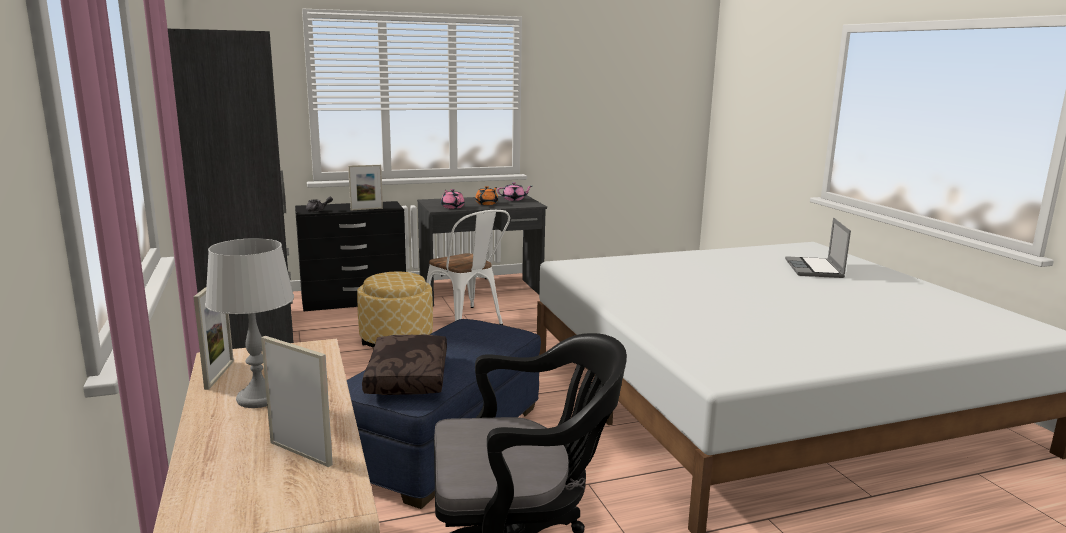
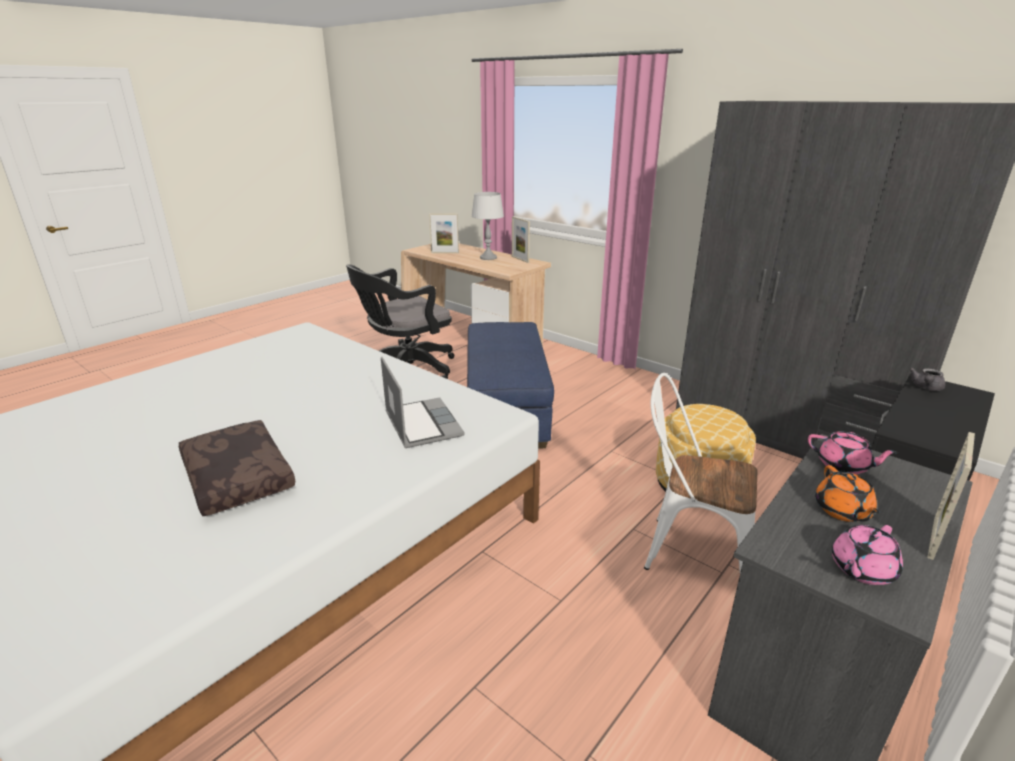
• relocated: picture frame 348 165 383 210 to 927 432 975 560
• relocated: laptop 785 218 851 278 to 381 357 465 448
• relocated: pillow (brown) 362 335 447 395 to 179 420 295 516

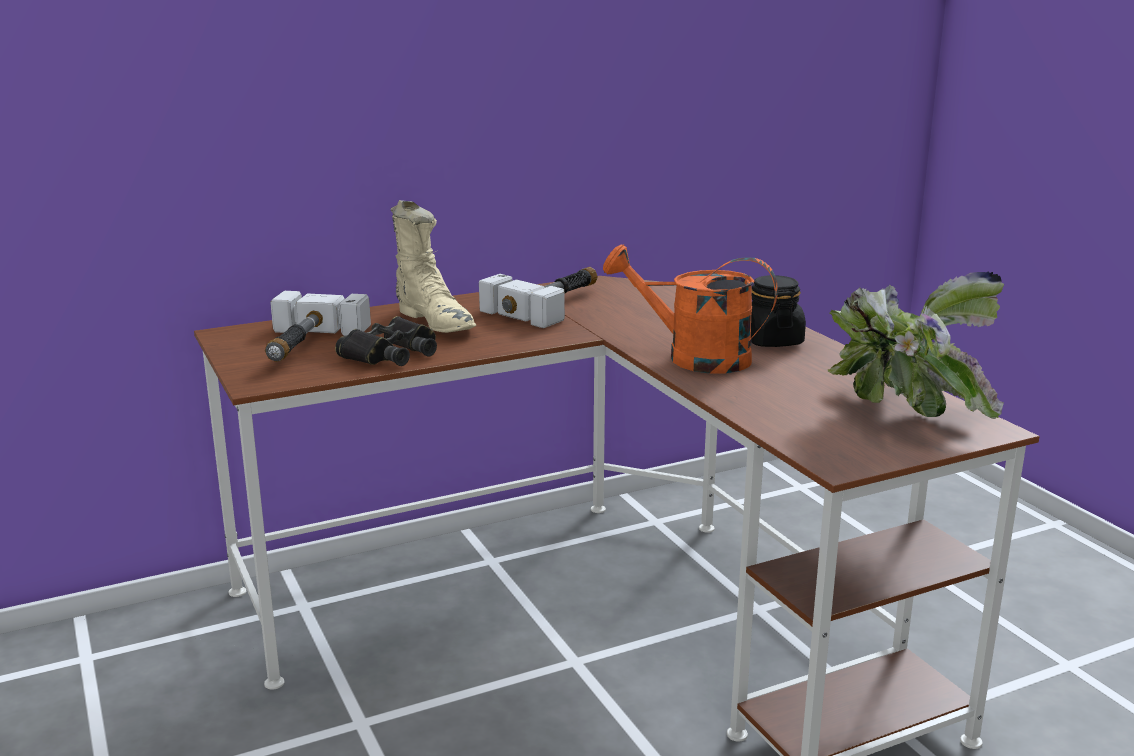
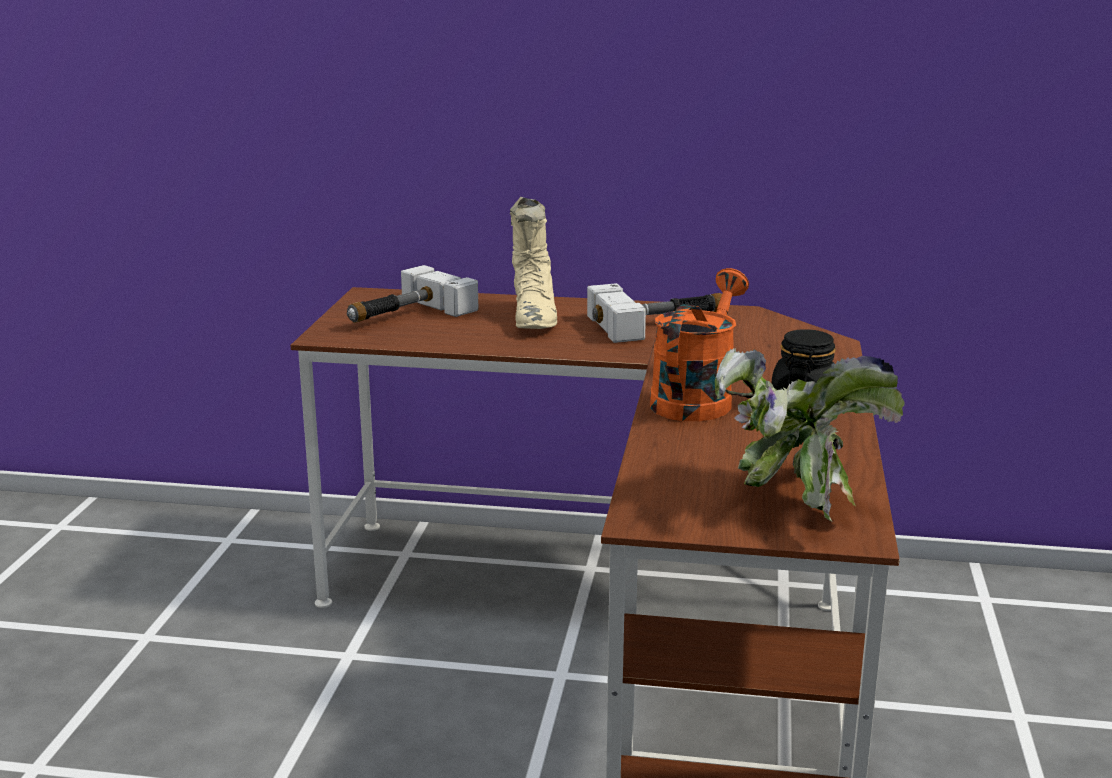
• spun: watering can (orange) 603 244 778 373 = 650 268 749 421 60 degrees clockwise
• missing: binoculars (black) 335 316 437 366

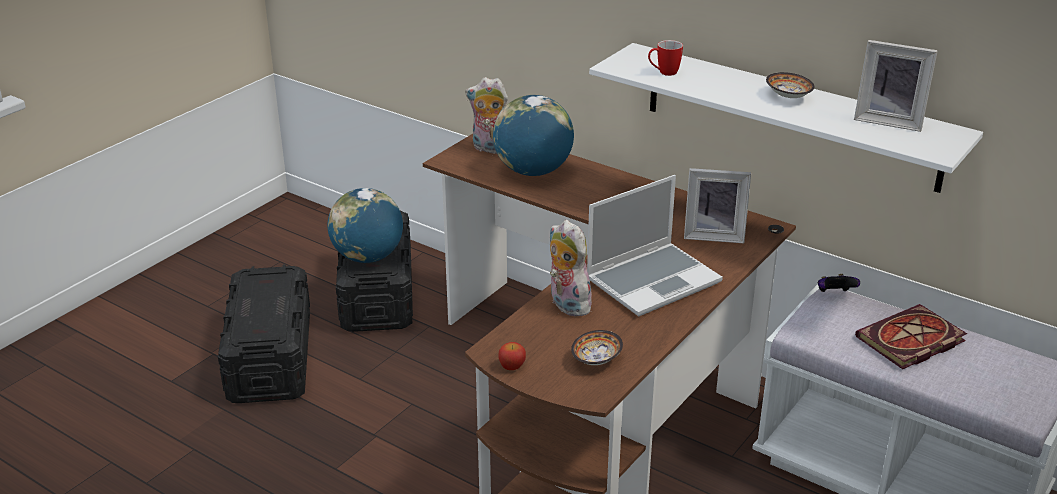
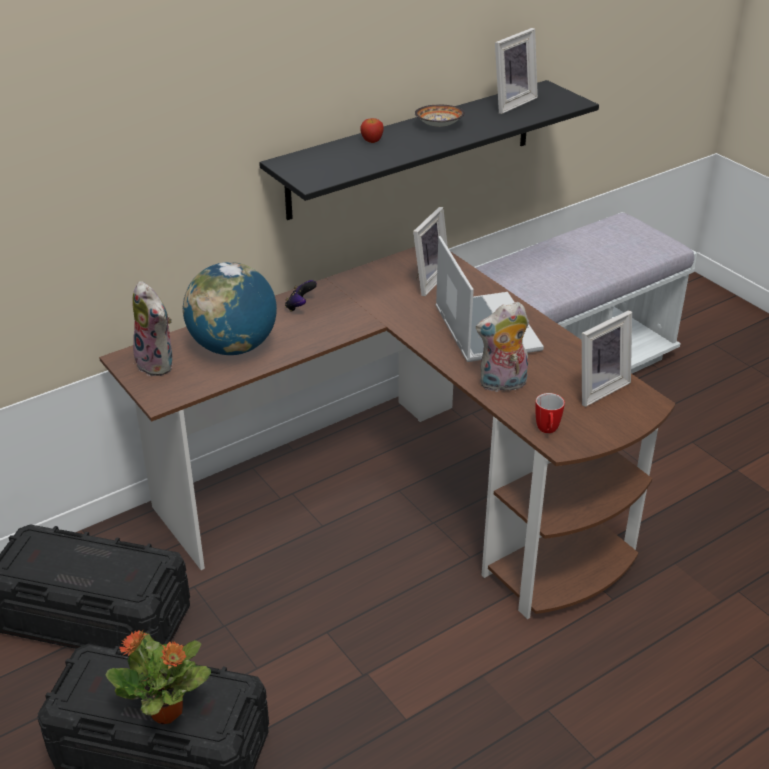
• relocated: mug 648 40 683 76 to 535 393 565 433
• colour: shelf (white) 589 43 983 193 to shelf (black) 259 80 599 220
• spun: plush toy 465 77 508 154 = 132 281 173 376 75 degrees counterclockwise
• missing: globe 328 188 403 263
• relocated: game controller 818 274 860 292 to 285 280 317 312
• missing: book 855 304 967 369
• exchanged: bowl 571 330 623 365 to picture frame 582 310 632 407
• relocated: apple 499 342 526 370 to 360 118 384 143
• appeared: potted plant 106 629 211 724

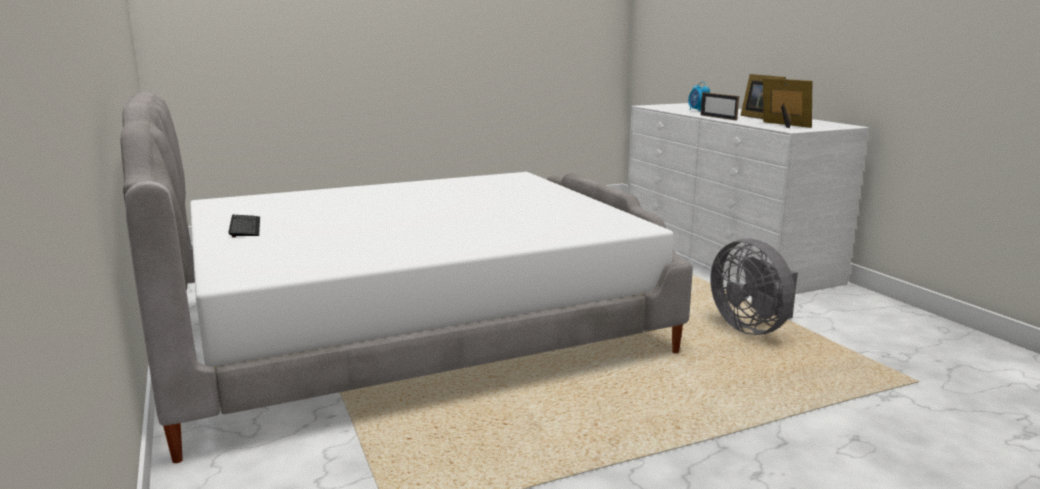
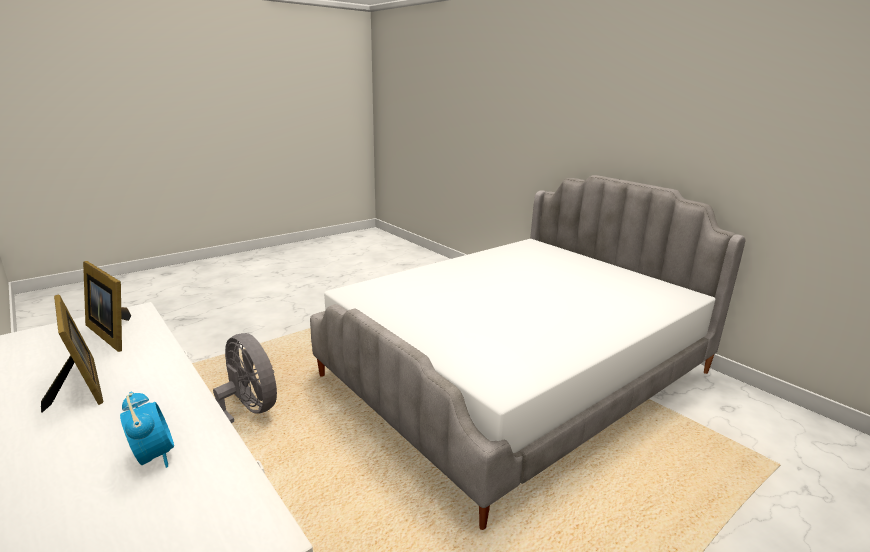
• missing: picture frame 701 92 739 120
• missing: keyboard 228 215 260 237

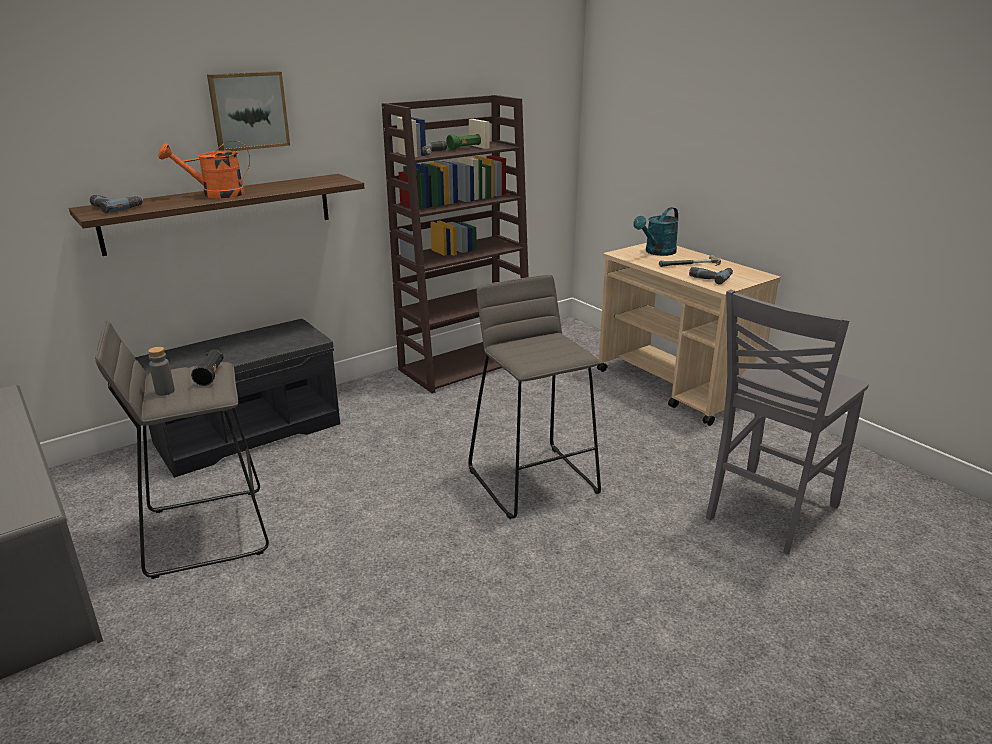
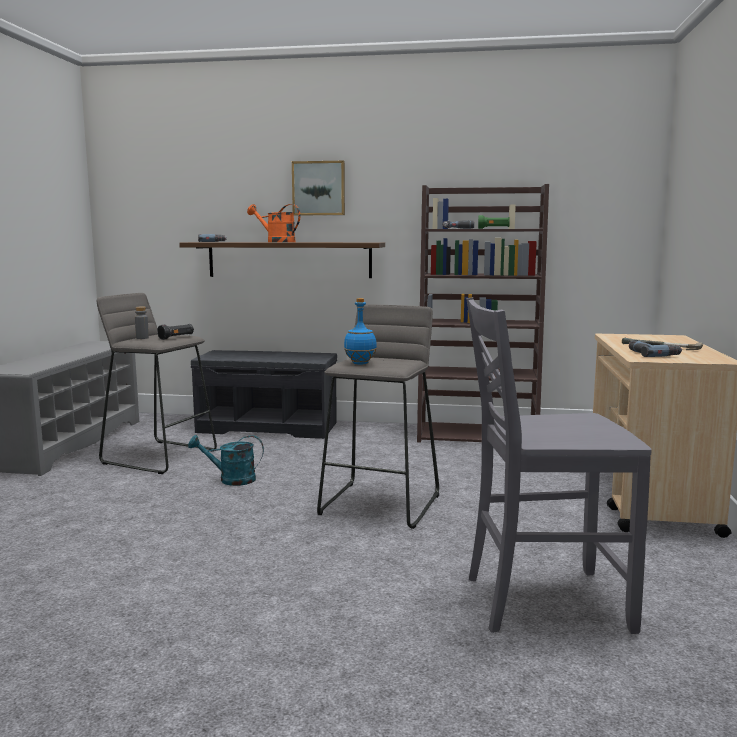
• relocated: watering can (turquoise) 633 207 679 256 to 188 435 264 486
• appeared: bottle (blue) 344 298 377 365

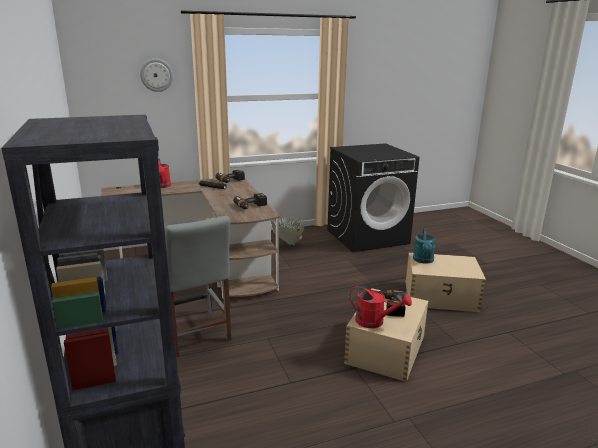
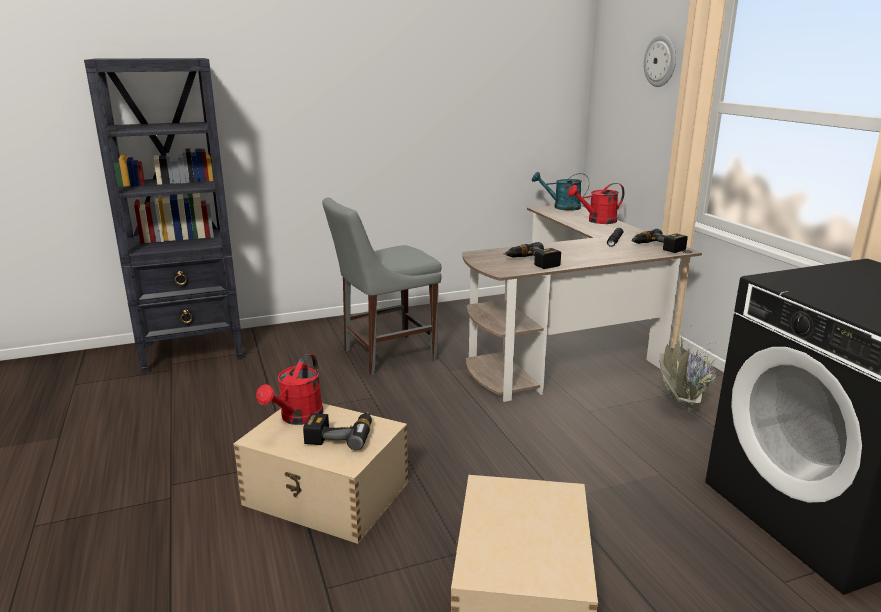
• relocated: watering can (turquoise) 413 228 436 264 to 532 172 589 211

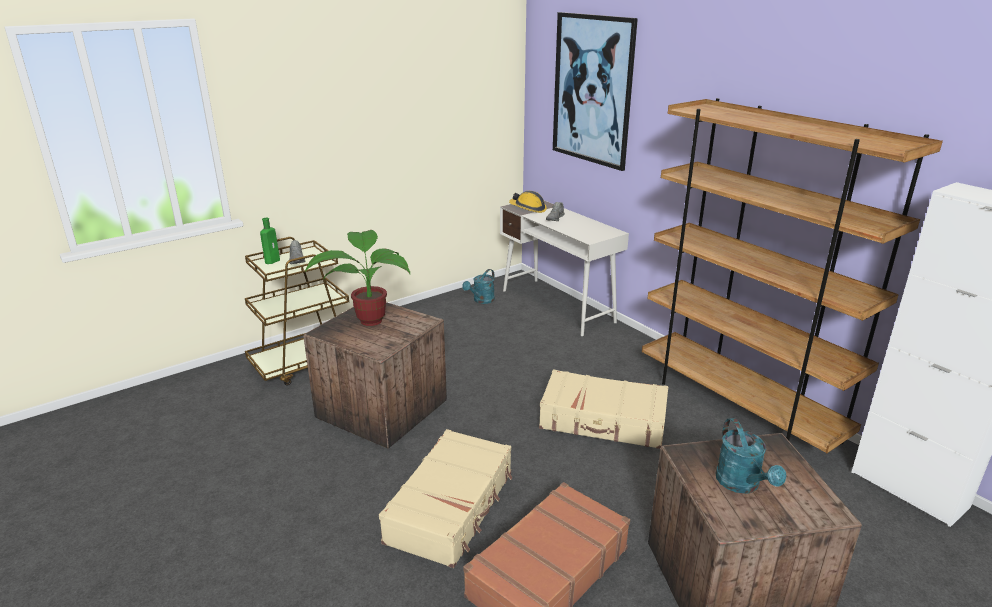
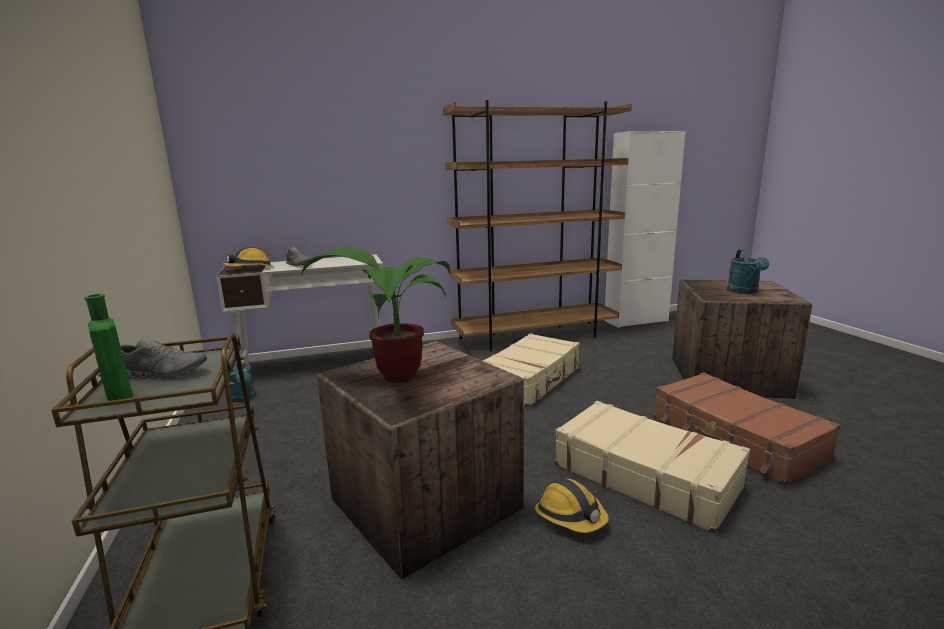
• missing: picture 553 12 638 171
• spun: watering can (turquoise) 715 418 786 494 = 727 250 769 294 90 degrees clockwise
• appeared: hard hat 535 478 609 533

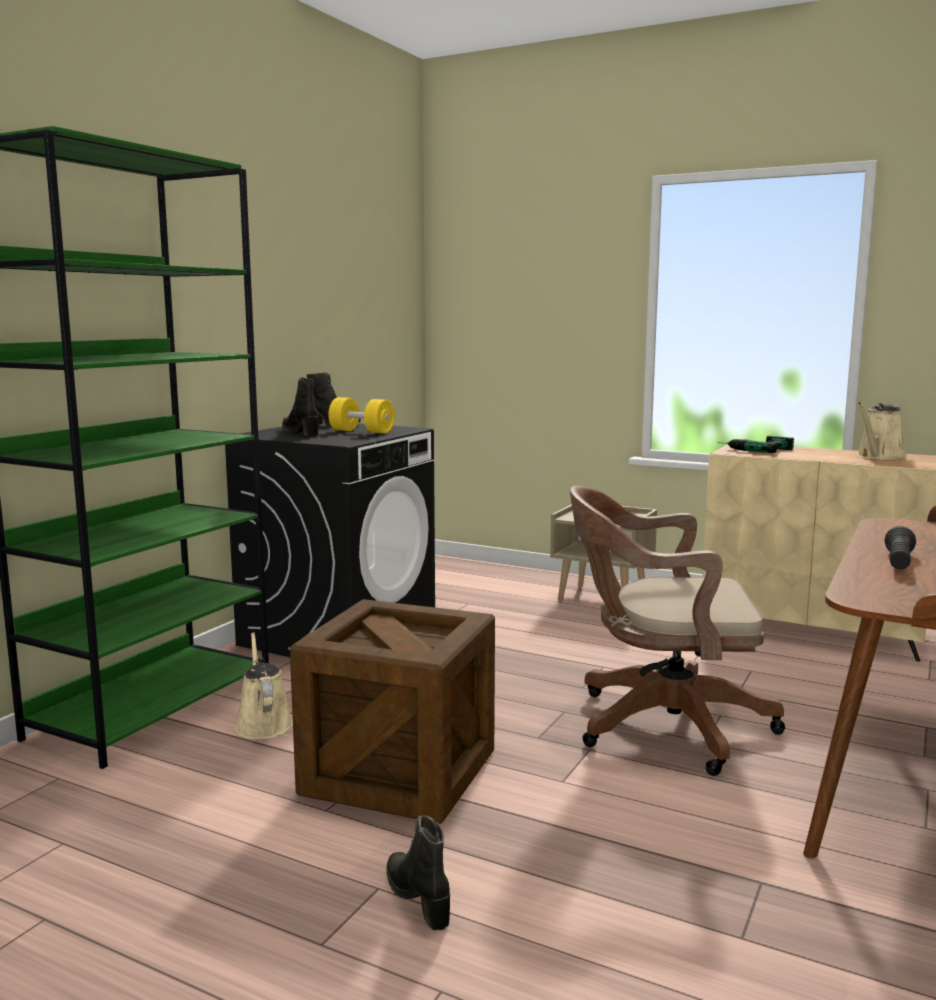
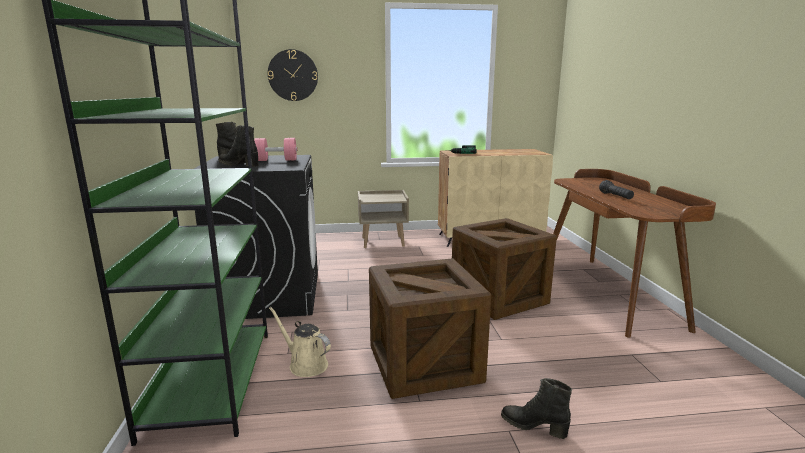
• colour: dumbbell (yellow) 328 397 395 434 to dumbbell (pink) 254 138 297 161
• missing: watering can (beige) 857 402 907 460
• exchanged: office chair (brown) 569 486 785 776 to crate 452 218 557 320
• appeared: wall clock 268 49 318 101

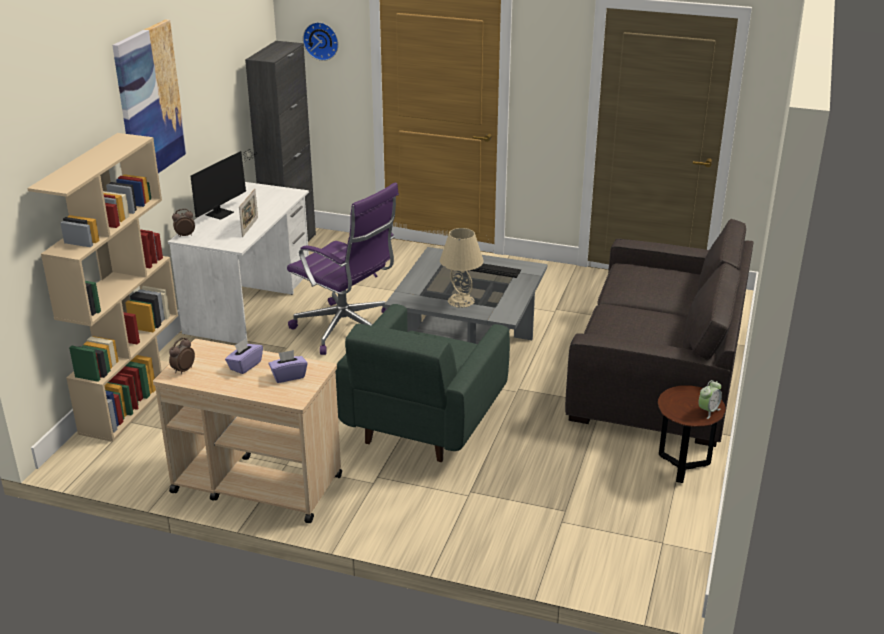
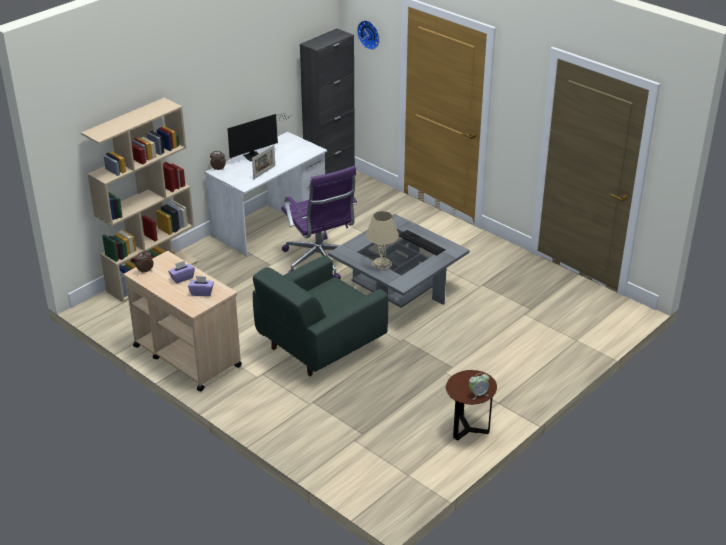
• missing: picture 112 19 187 173
• missing: sofa (grey) 565 219 754 447

